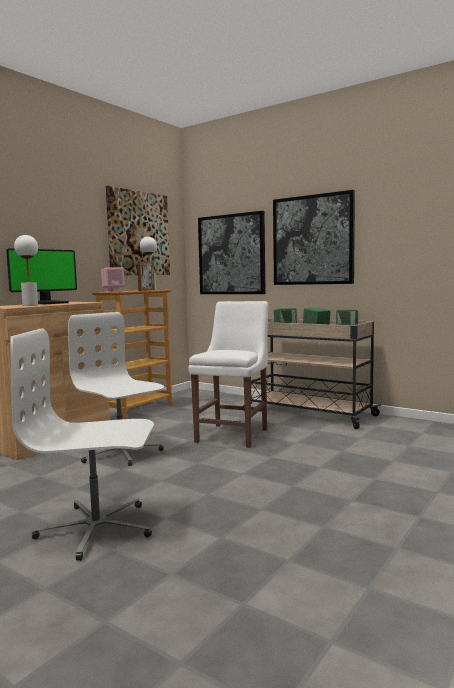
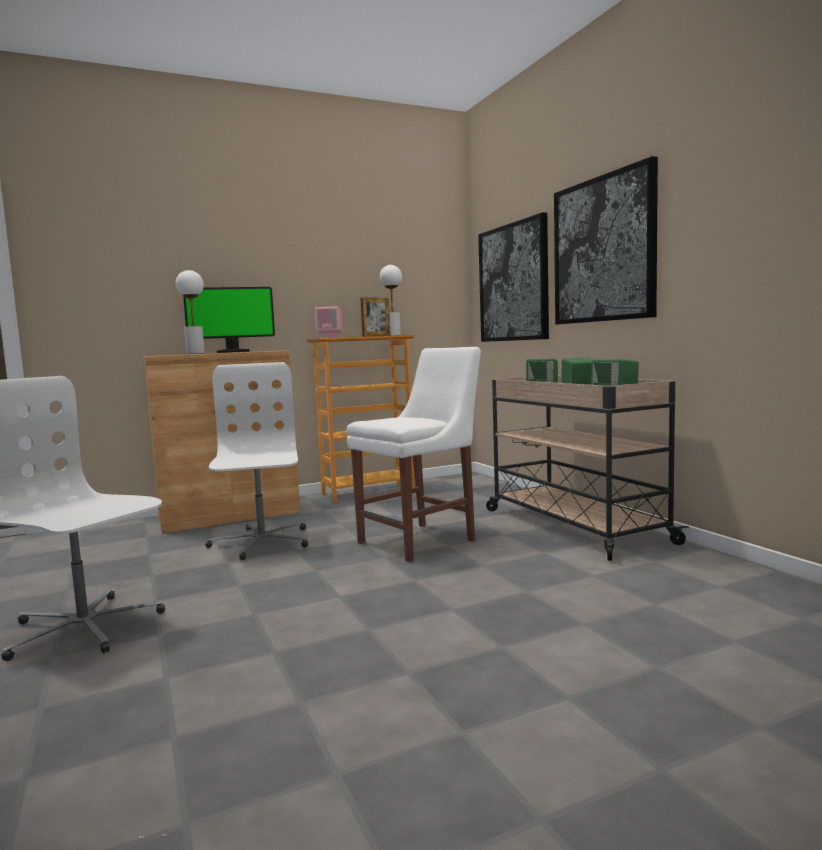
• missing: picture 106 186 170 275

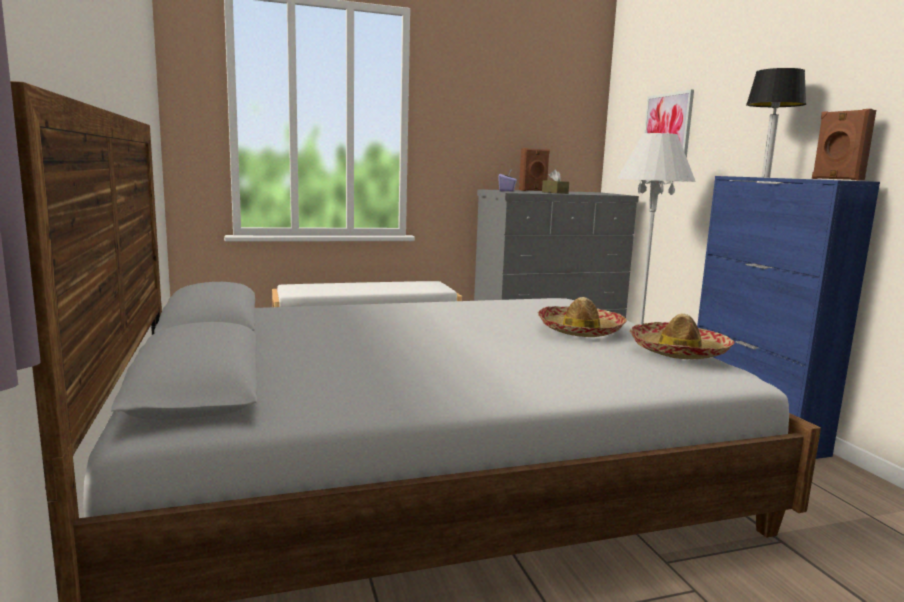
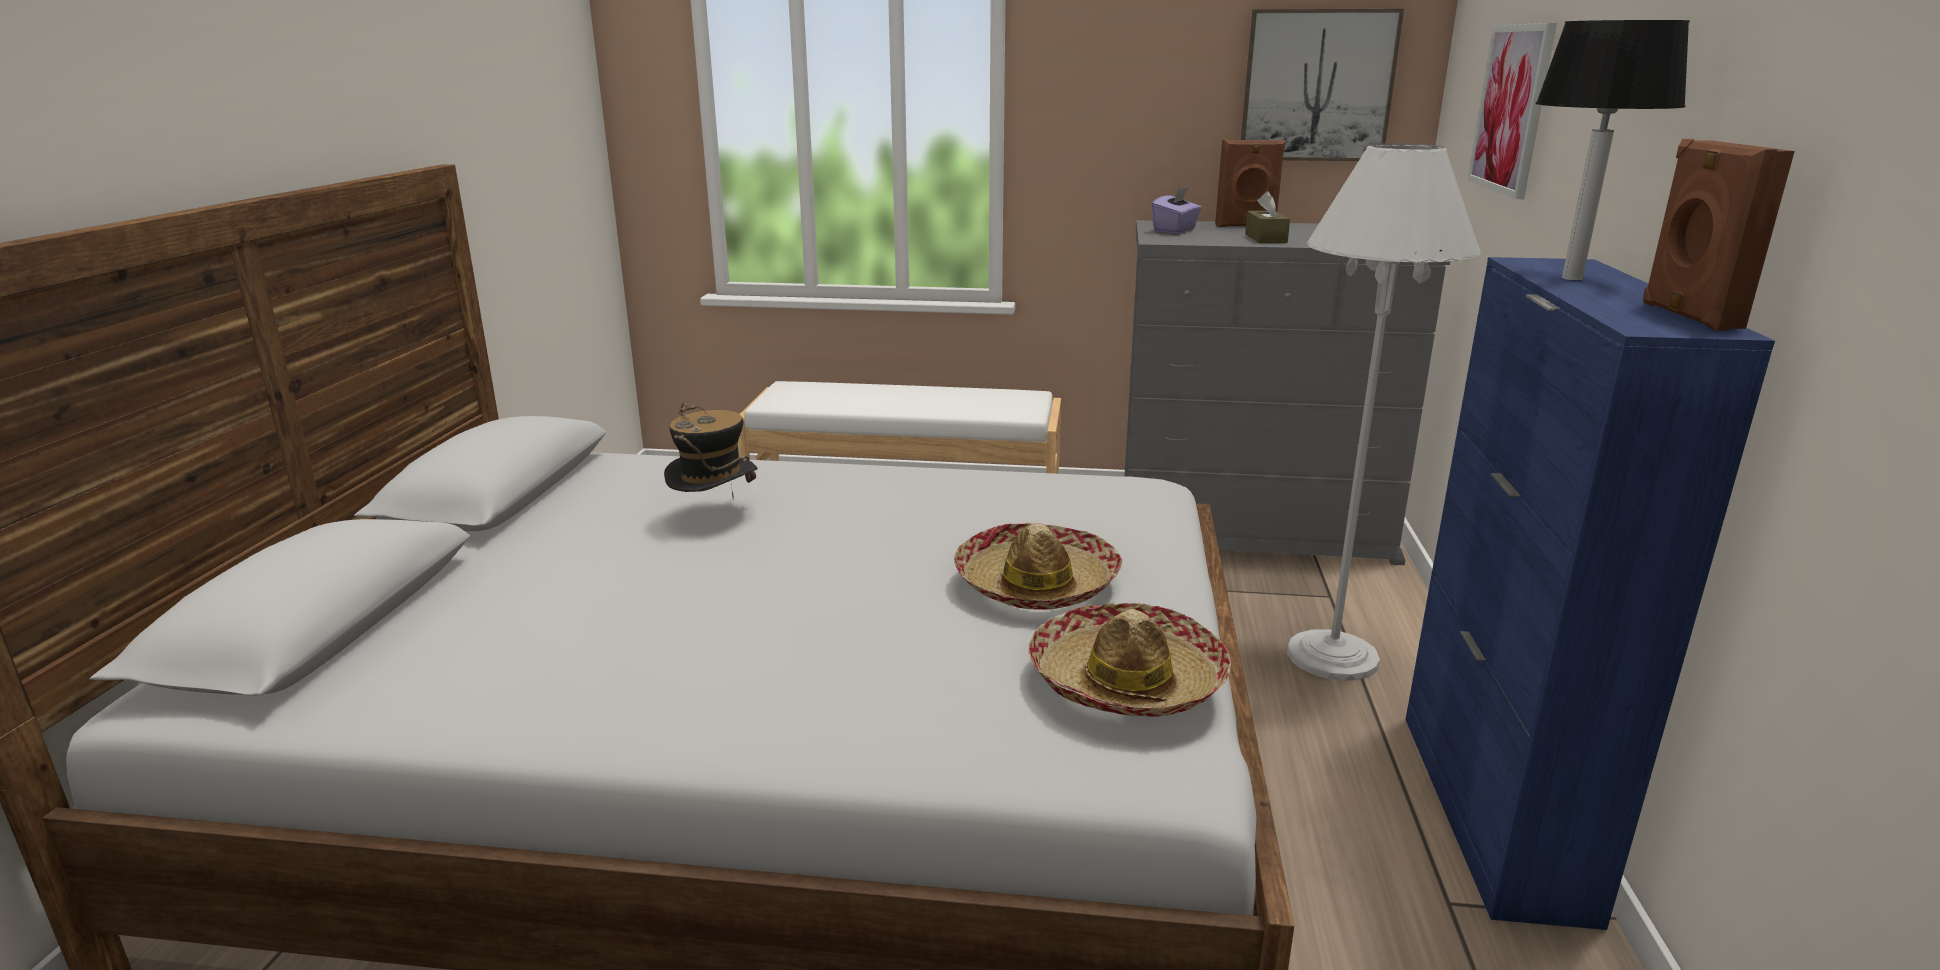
• appeared: picture 1241 9 1404 161
• appeared: hat 664 403 758 500

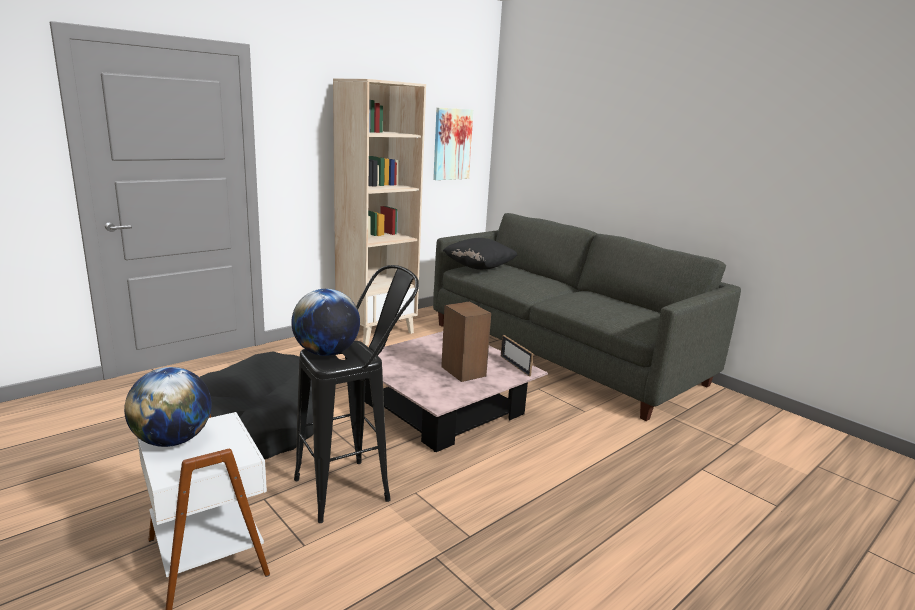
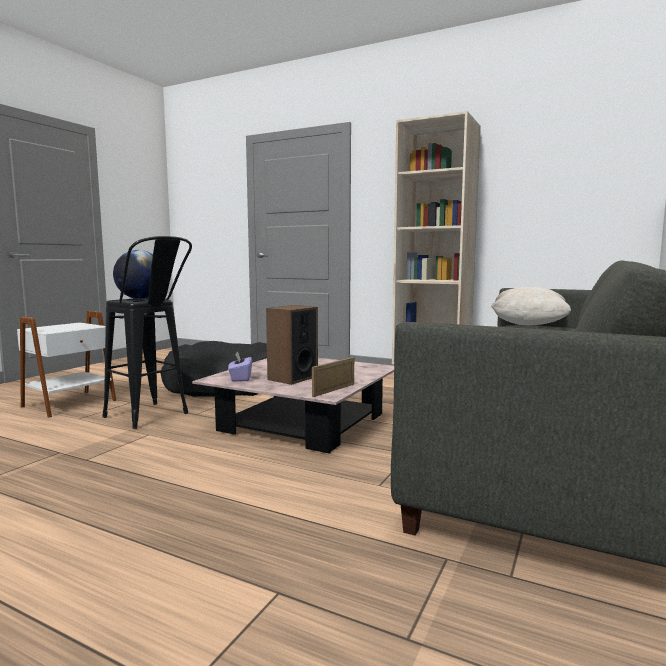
• missing: picture 433 108 473 180
• colour: pillow (black) 443 238 517 270 to pillow (beige) 491 287 571 325
• missing: globe 124 367 212 447
• appeared: tissue box (purple) 228 351 252 382

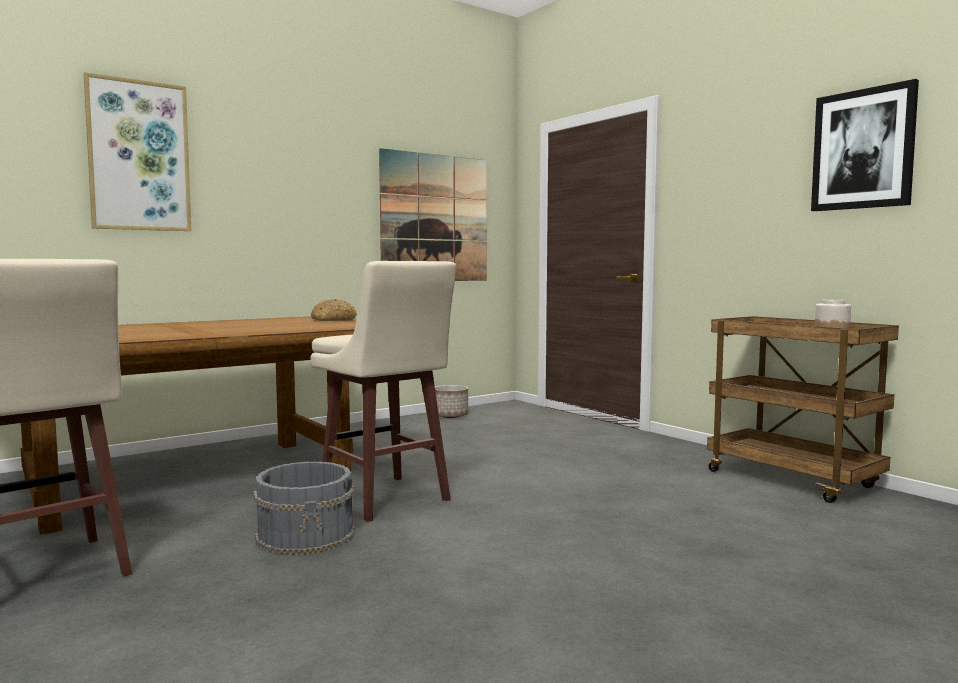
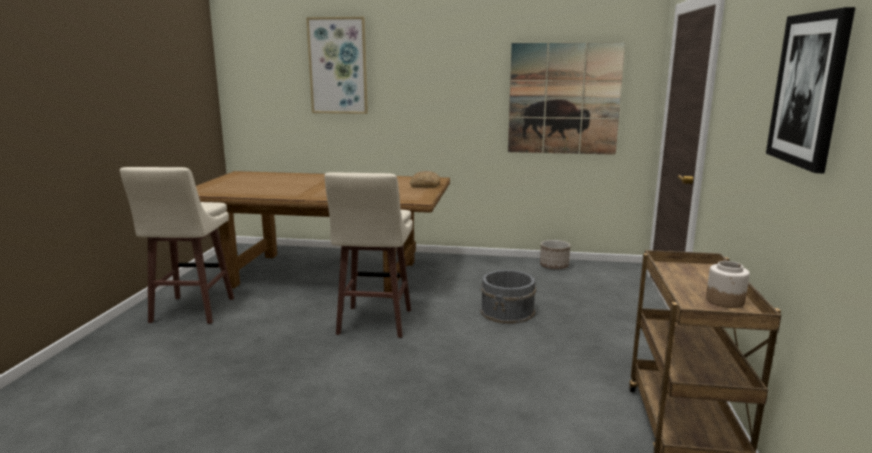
• relocated: bucket (grey) 254 461 355 556 to 480 270 536 324

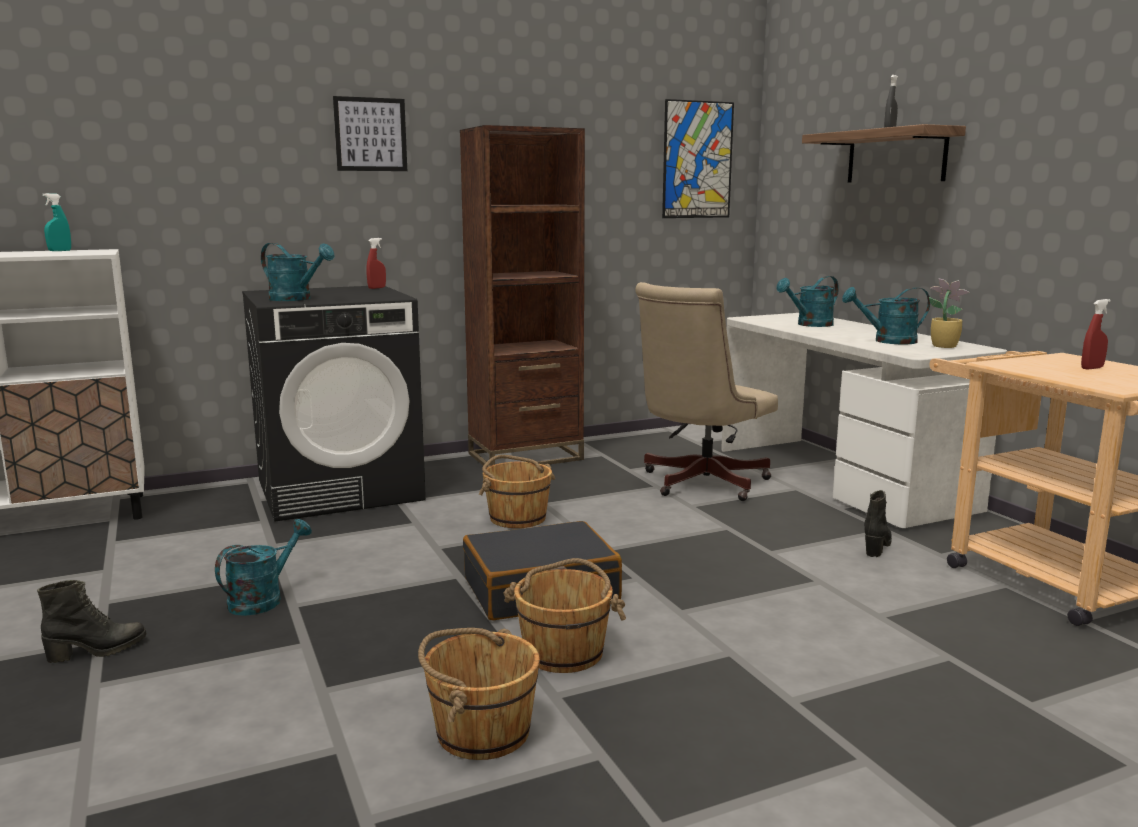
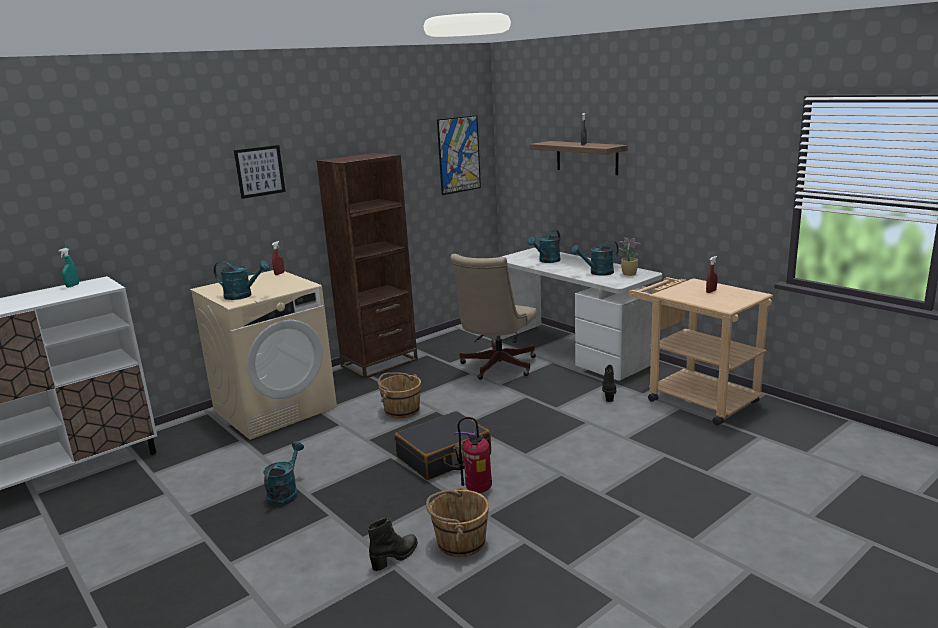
• colour: washing machine (black) 242 286 426 522 to washing machine (beige) 190 270 337 440
• exchanged: bucket (brown) 503 558 626 673 to fire extinguisher 453 417 492 493
• relocated: boot (black) 37 580 146 663 to 367 518 418 571

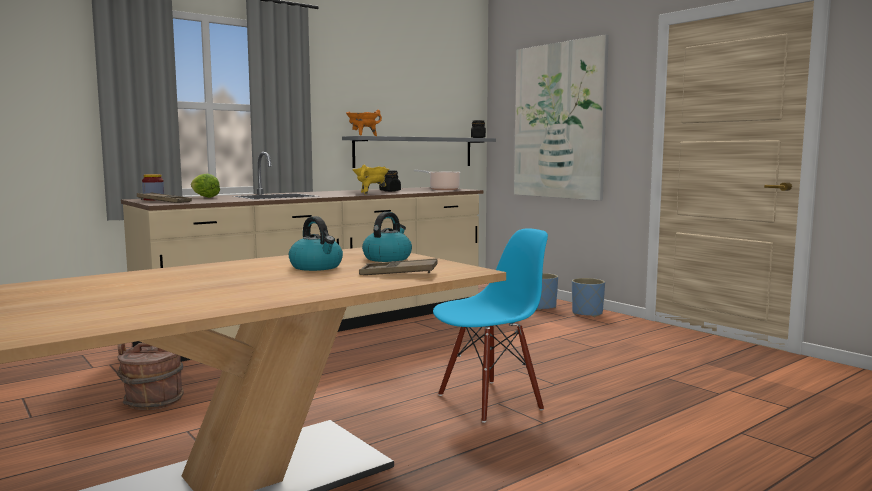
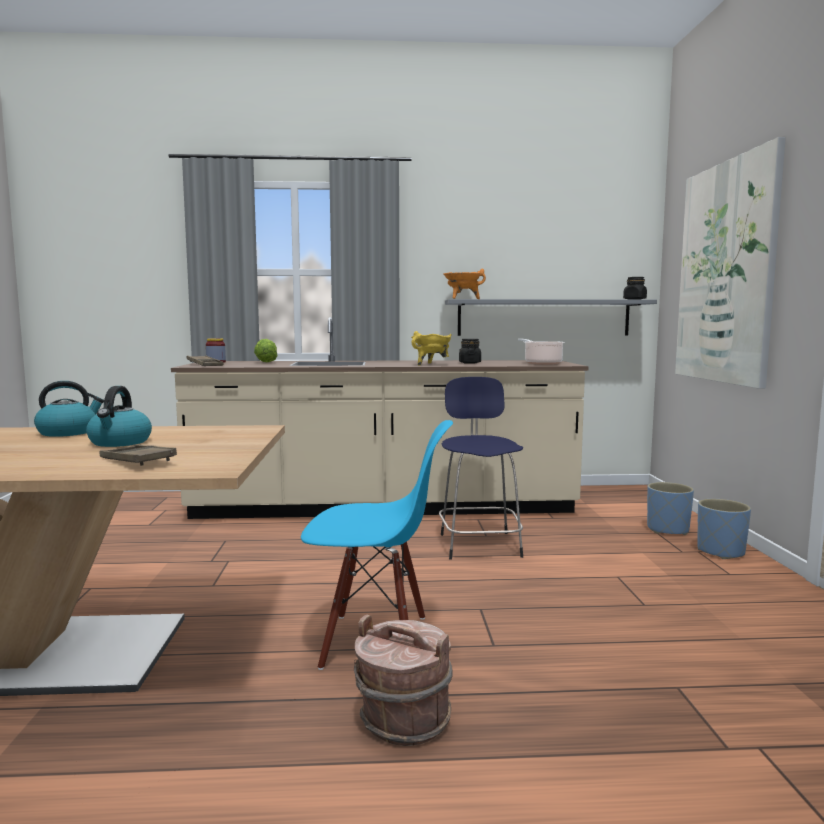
• relocated: kettle 362 212 412 262 to 34 381 104 437
• relocated: bucket (brown) 116 342 184 410 to 354 615 453 746
• appeared: stool (blue) 439 377 523 560

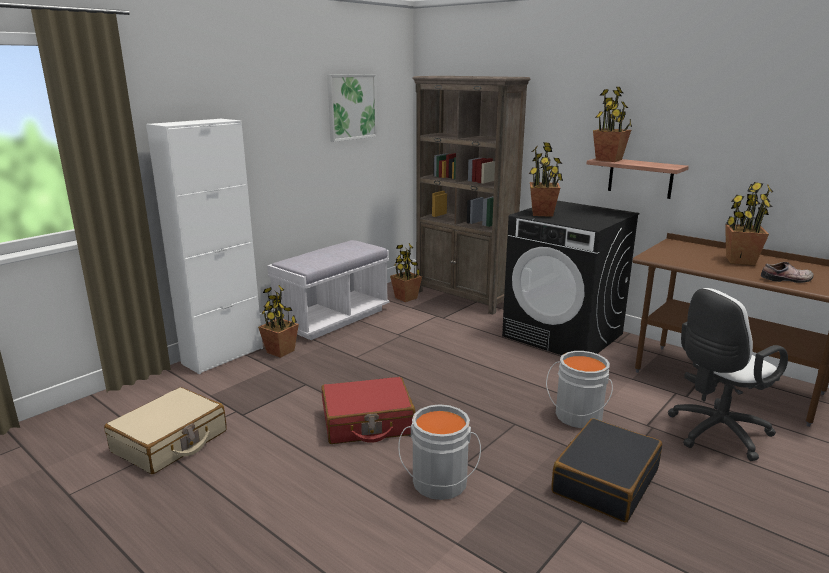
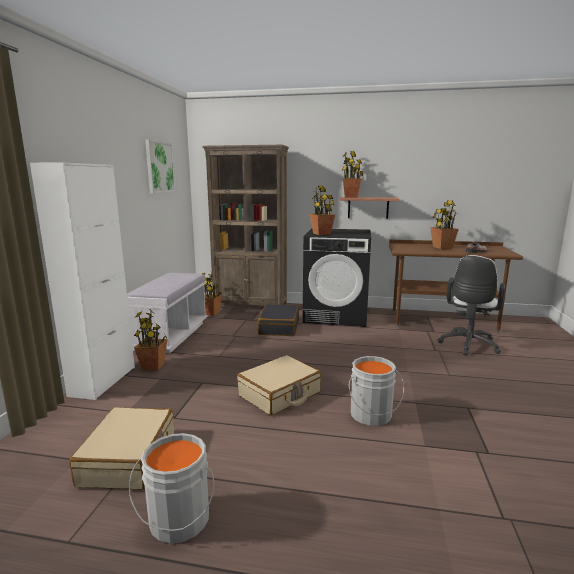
• relocated: bucket (grey) 546 351 613 428 to 129 433 214 544
• colour: suitcase (red) 322 377 415 444 to suitcase (beige) 237 355 321 416
• relocated: suitcase (black) 551 418 662 523 to 258 304 299 336

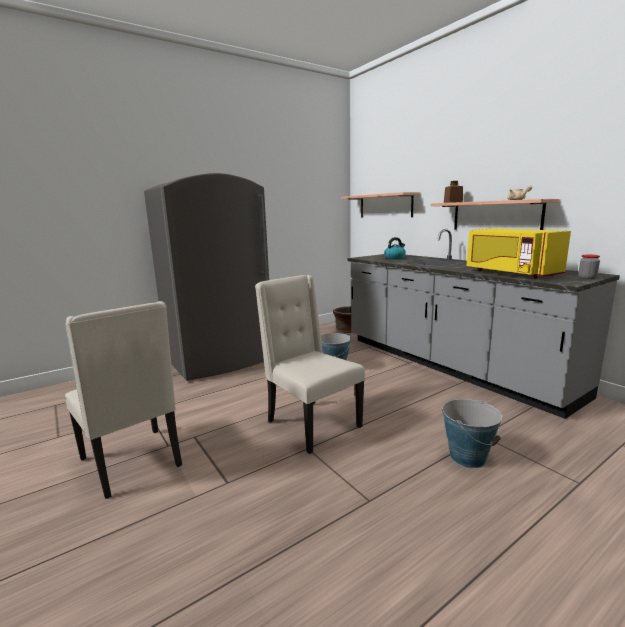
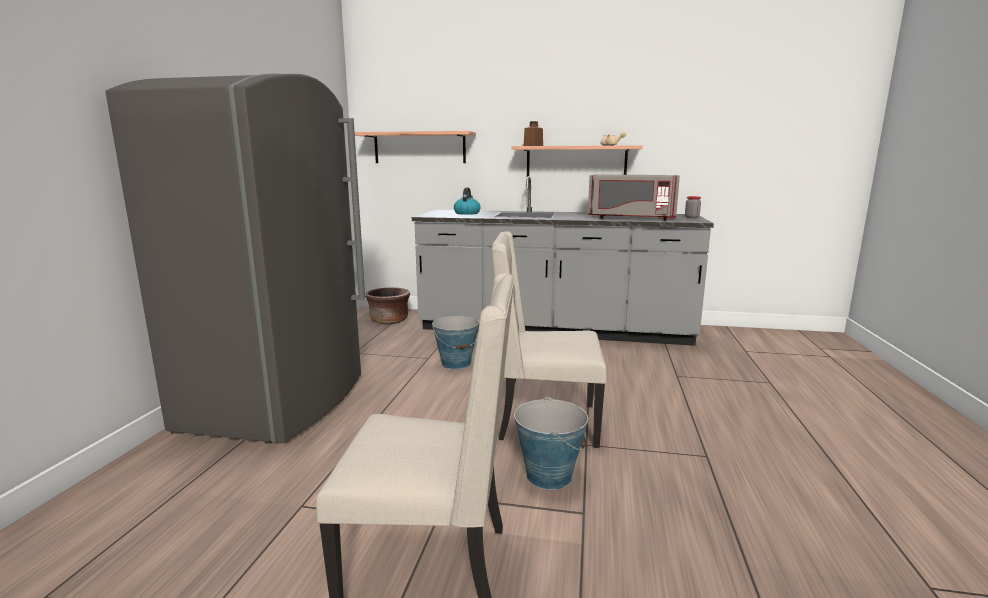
• colour: microwave (yellow) 467 229 571 279 to microwave (grey) 588 175 680 220
• relocated: bucket 442 399 502 468 to 514 396 588 490

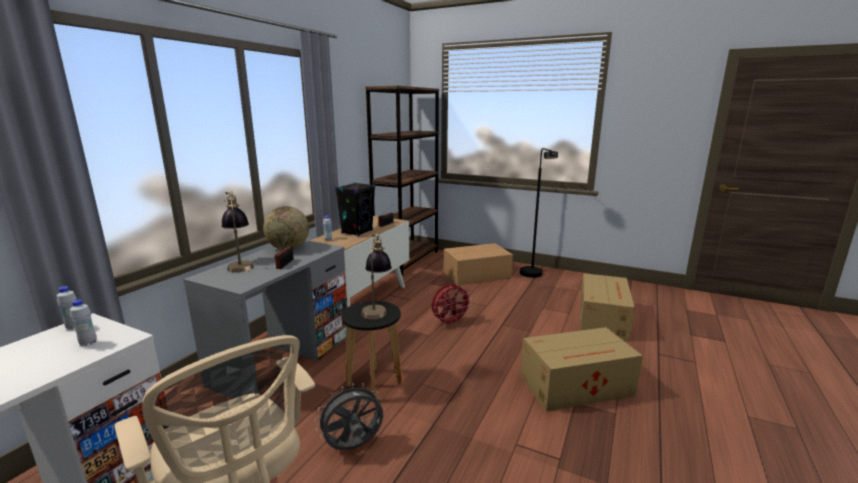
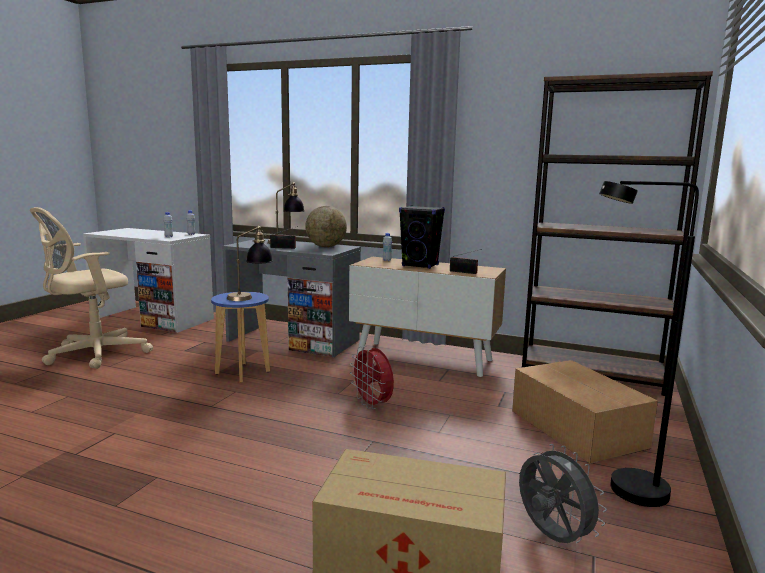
• colour: stool (black) 341 301 402 395 to stool (blue) 211 292 270 383
• missing: cardboard box 520 327 643 411
• relocated: fan (grey) 315 383 383 450 to 519 444 607 543

